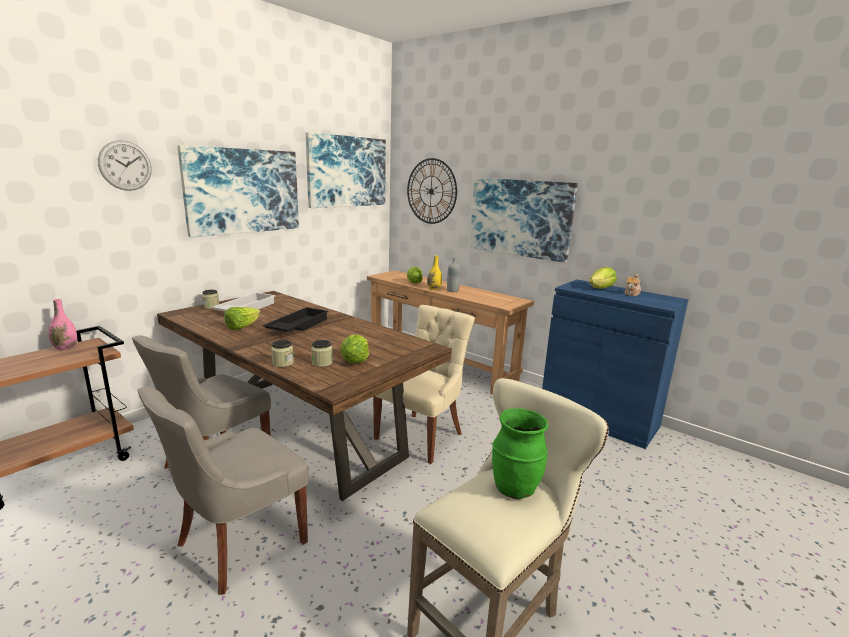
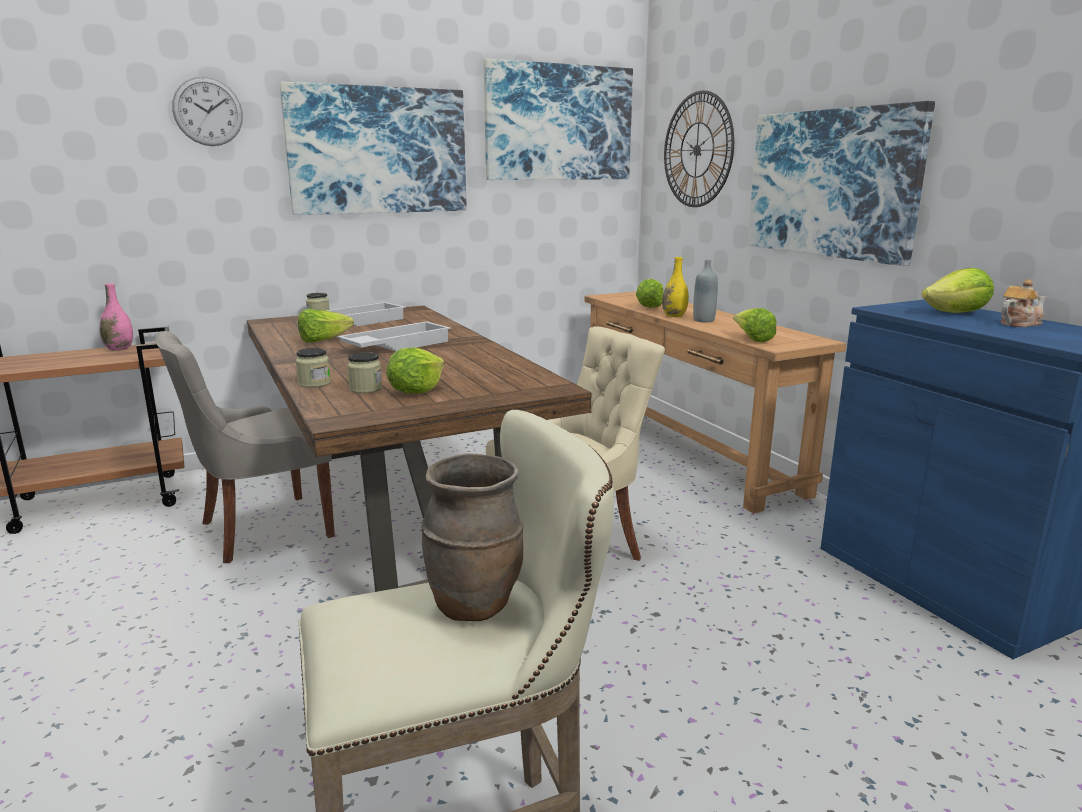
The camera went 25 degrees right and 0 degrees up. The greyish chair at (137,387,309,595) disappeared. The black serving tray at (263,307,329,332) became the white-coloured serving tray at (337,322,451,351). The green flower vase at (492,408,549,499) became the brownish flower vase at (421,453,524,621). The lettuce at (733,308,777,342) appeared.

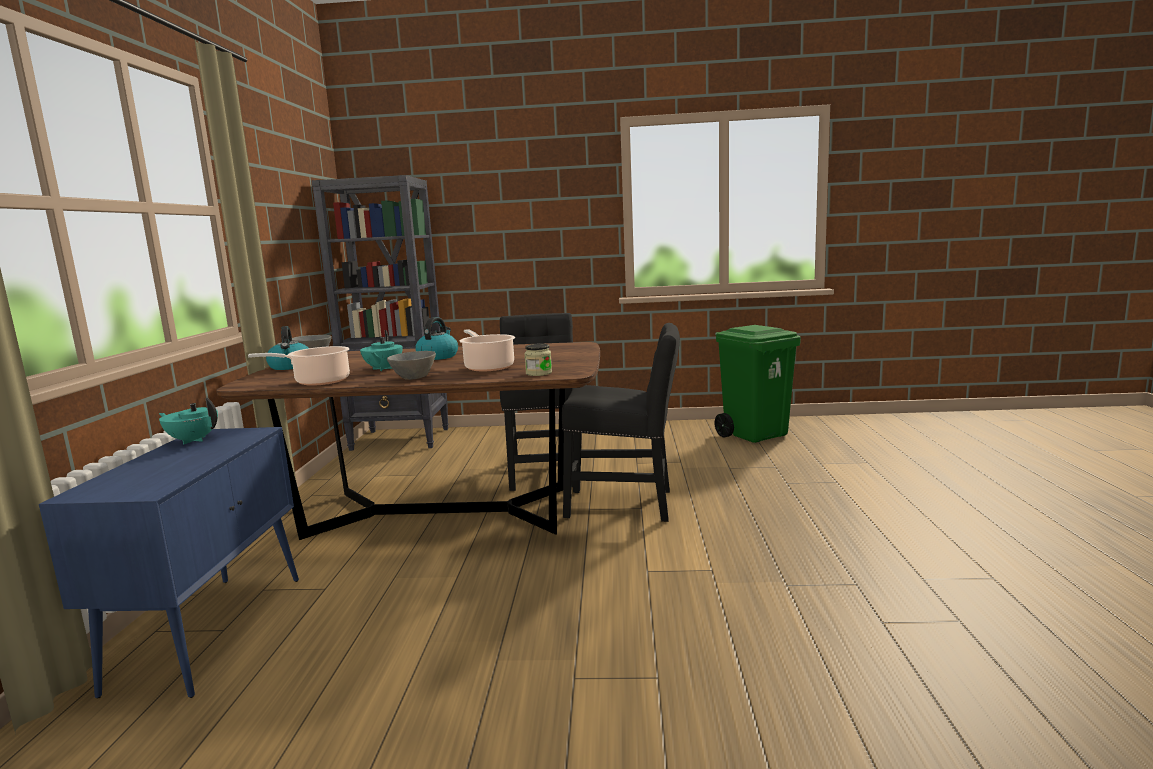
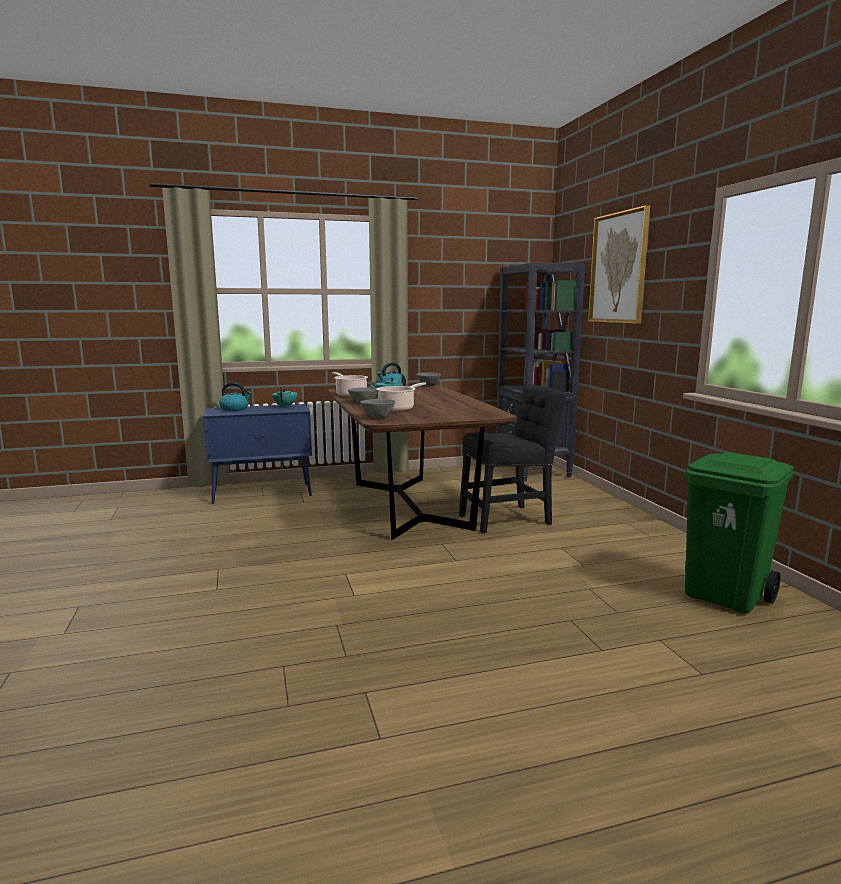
The camera went 70 degrees right and 0 degrees up. The tea kettle moved from (415,317,458,360) to (219,382,252,411). The jar at (524,344,552,376) was replaced by the greyish deep dish at (360,399,395,418). The black chair at (562,323,680,522) disappeared. The wall art at (588,205,650,324) appeared.

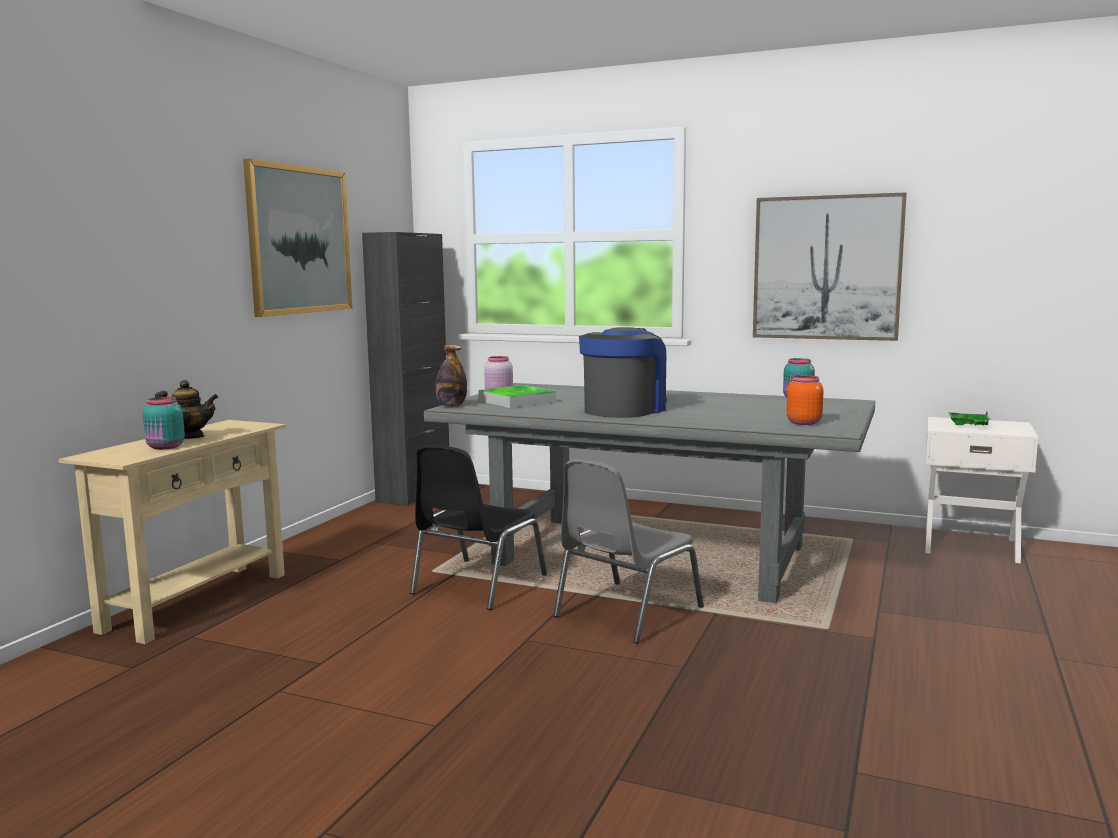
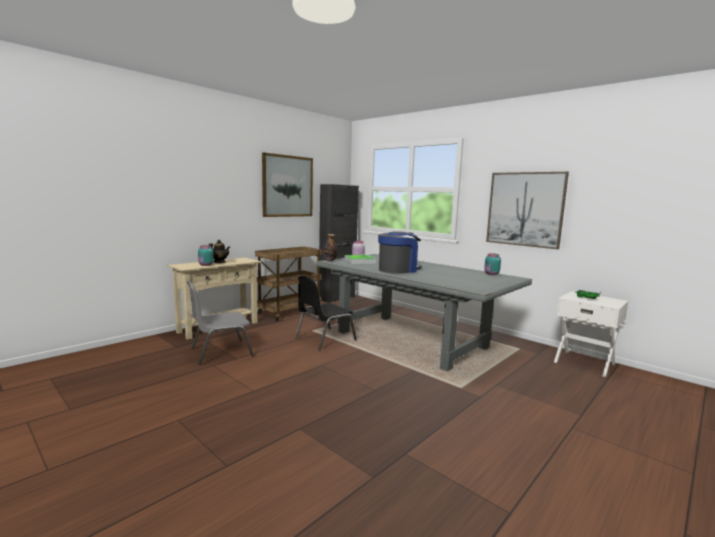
The camera went 20 degrees right and 0 degrees up. The greyish chair moved from (553,459,704,644) to (187,280,254,365). The orange jar at (787,375,823,425) disappeared. The brownish wheeled cart at (255,247,322,321) appeared.

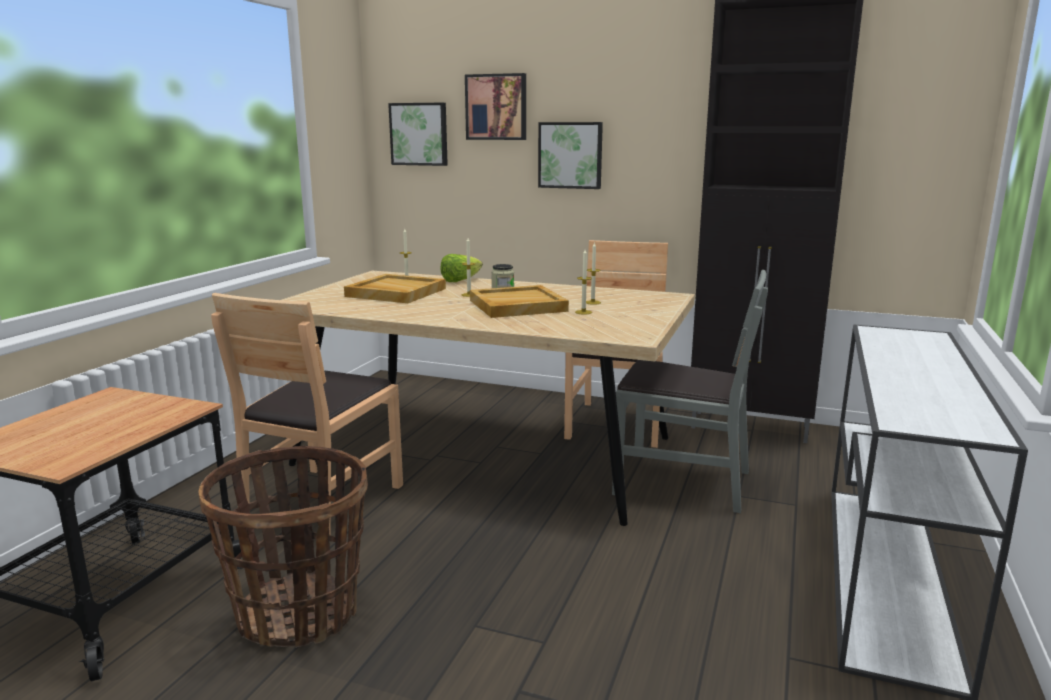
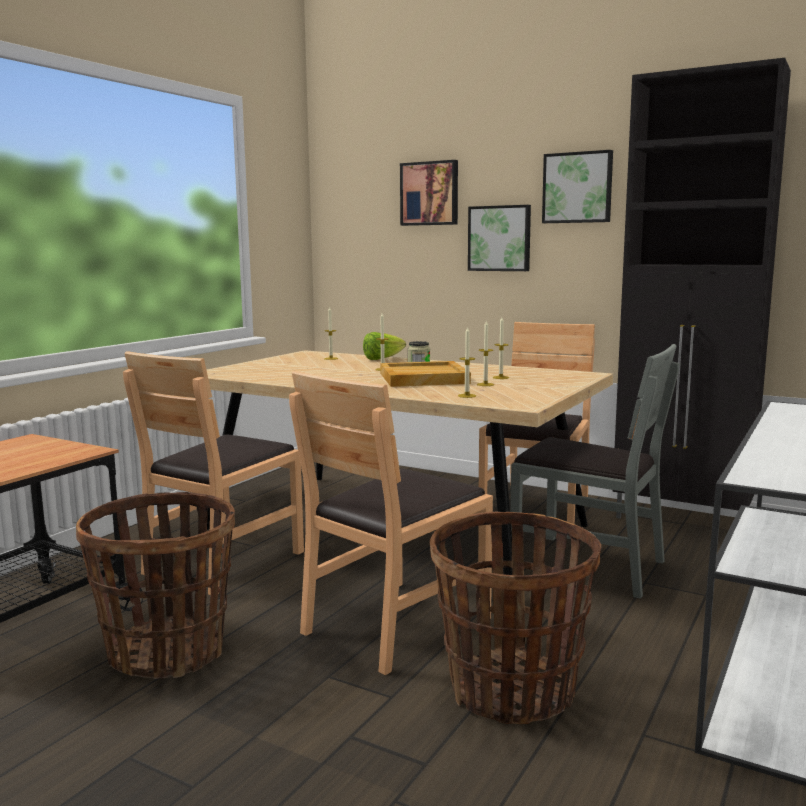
The camera went 10 degrees right and 5 degrees down. The beige-coloured serving tray at (344,274,446,303) disappeared. The wall art moved from (388,103,448,166) to (542,150,613,223). The brownish chair at (289,371,493,675) appeared. The storage basket at (430,512,601,724) appeared. The wax candle at (458,327,476,398) appeared.

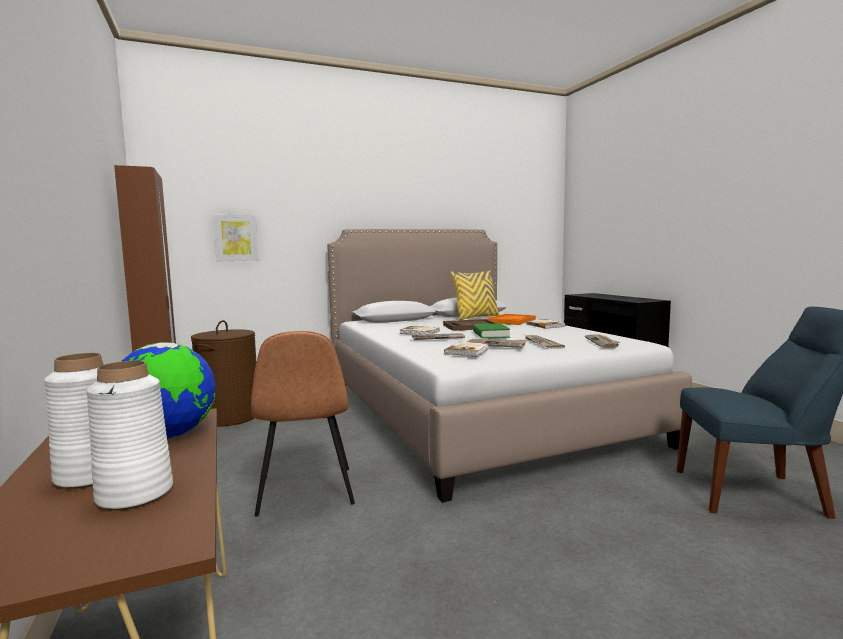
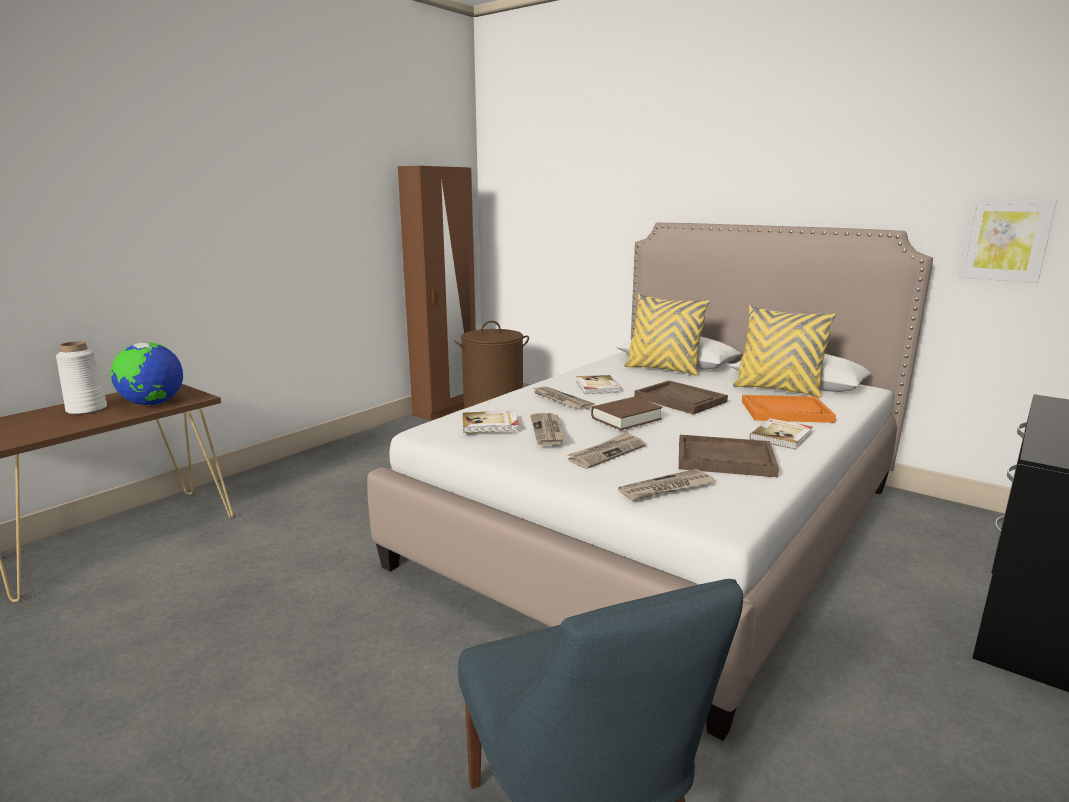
The camera went 60 degrees right and 10 degrees up. The white-coloured flower vase at (86,361,173,510) disappeared. The wall art moved from (213,214,258,261) to (958,199,1057,283). The brownish chair at (251,331,355,516) disappeared. The green book at (473,323,510,339) became the brownish book at (591,397,663,430). The yellowish throw pillow at (624,293,710,375) appeared. The brownish serving tray at (679,435,779,477) appeared.

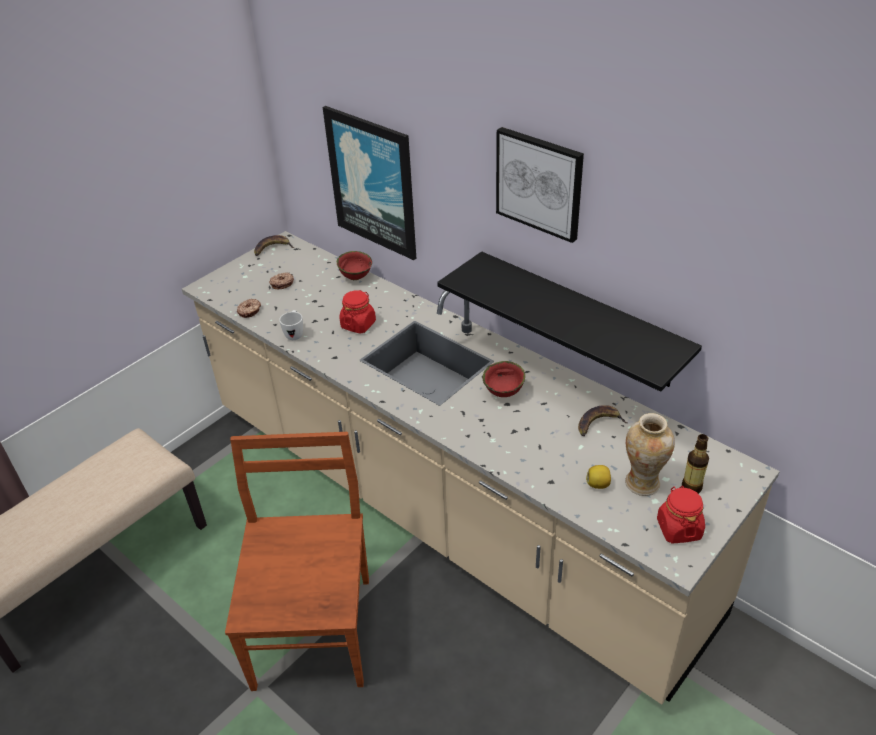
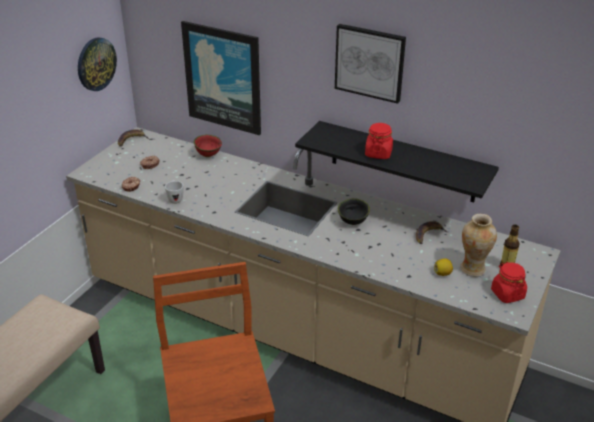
The camera went 15 degrees left and 5 degrees down. The red jar moved from (339,290,376,334) to (365,123,393,159). The red deep dish at (483,361,525,397) became the black deep dish at (338,198,370,225). The hanging clock at (78,37,117,91) appeared.

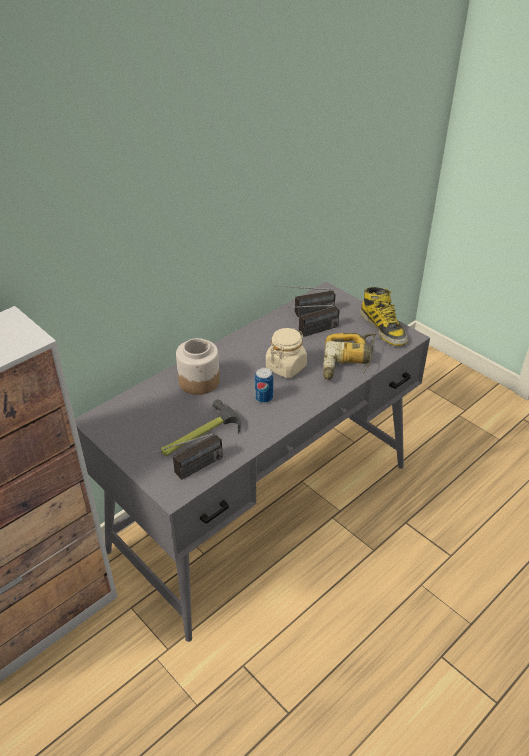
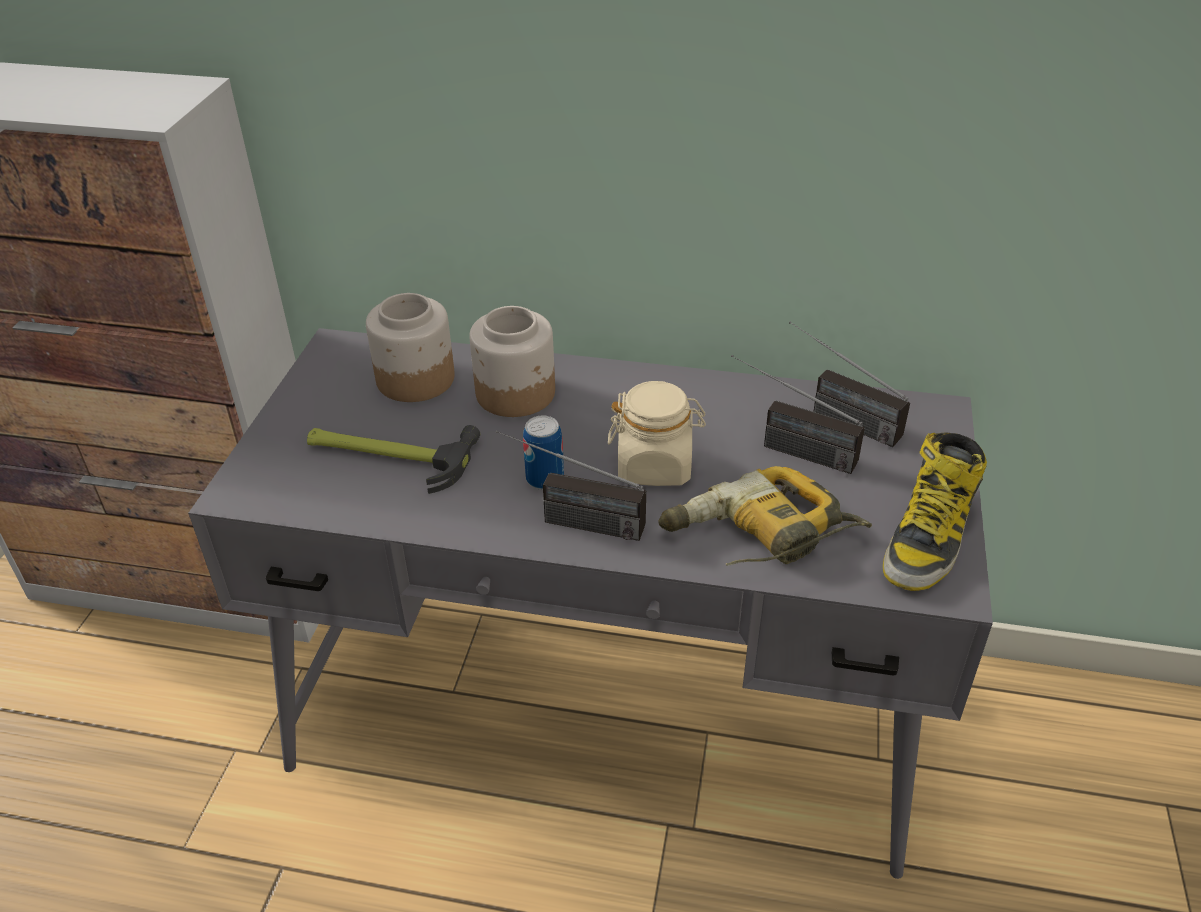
The camera went 55 degrees right and 0 degrees up. The radio receiver moved from (147,433,223,480) to (495,430,646,541). The jar at (366,293,455,402) appeared.

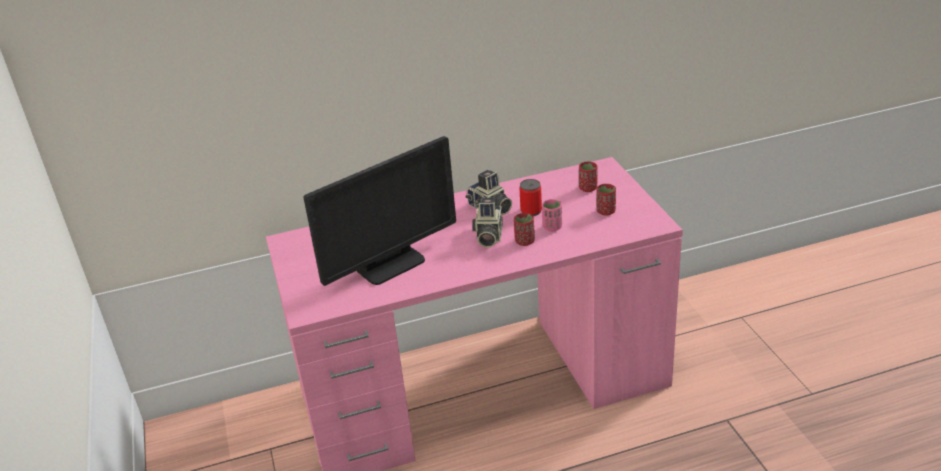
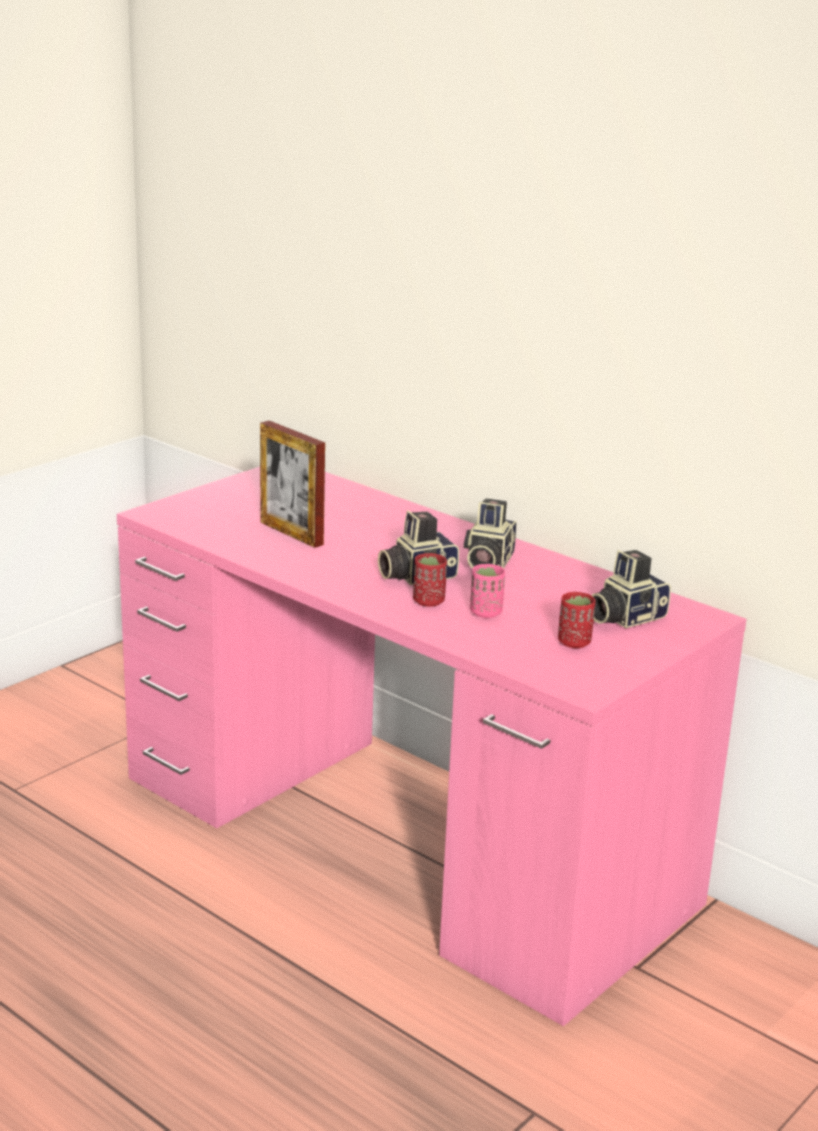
The camera went 55 degrees right and 10 degrees down. The computer display at (303,136,456,286) was replaced by the standing frame at (260,421,325,548). The metal can at (519,179,542,216) disappeared. The red small cup at (579,161,598,192) was replaced by the photo camera at (591,550,671,628).

